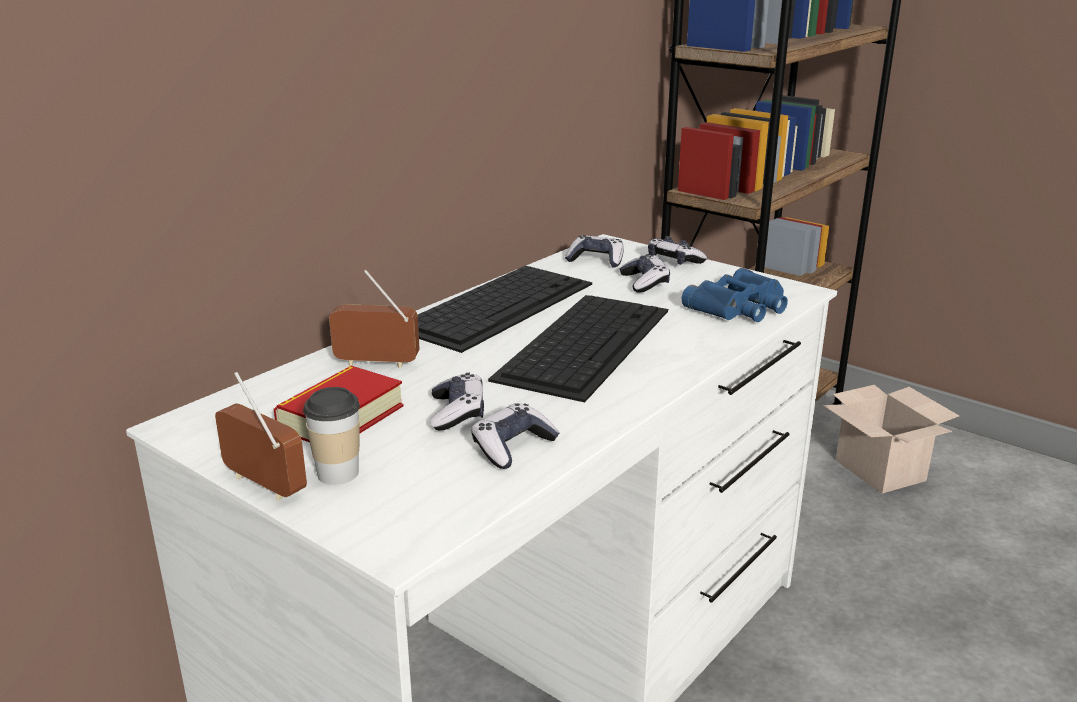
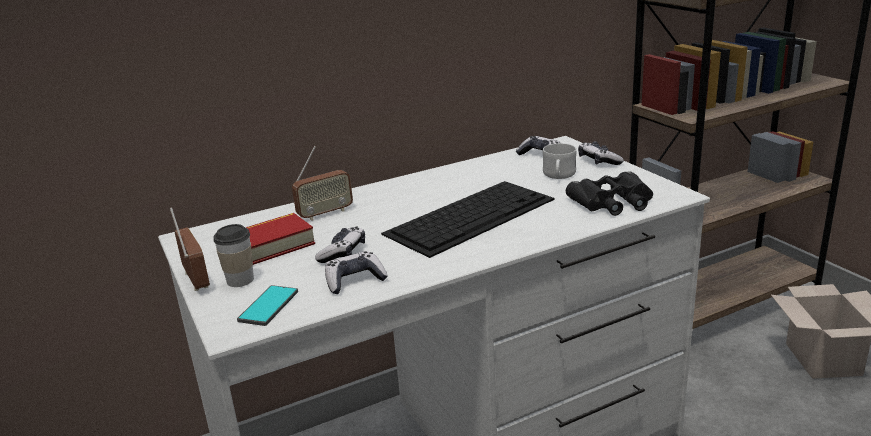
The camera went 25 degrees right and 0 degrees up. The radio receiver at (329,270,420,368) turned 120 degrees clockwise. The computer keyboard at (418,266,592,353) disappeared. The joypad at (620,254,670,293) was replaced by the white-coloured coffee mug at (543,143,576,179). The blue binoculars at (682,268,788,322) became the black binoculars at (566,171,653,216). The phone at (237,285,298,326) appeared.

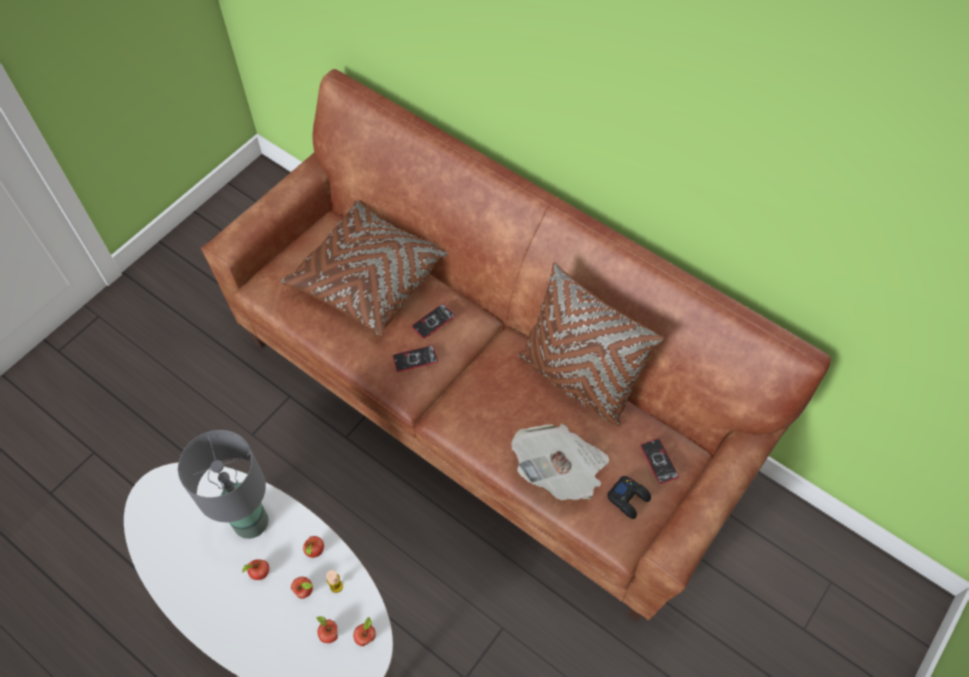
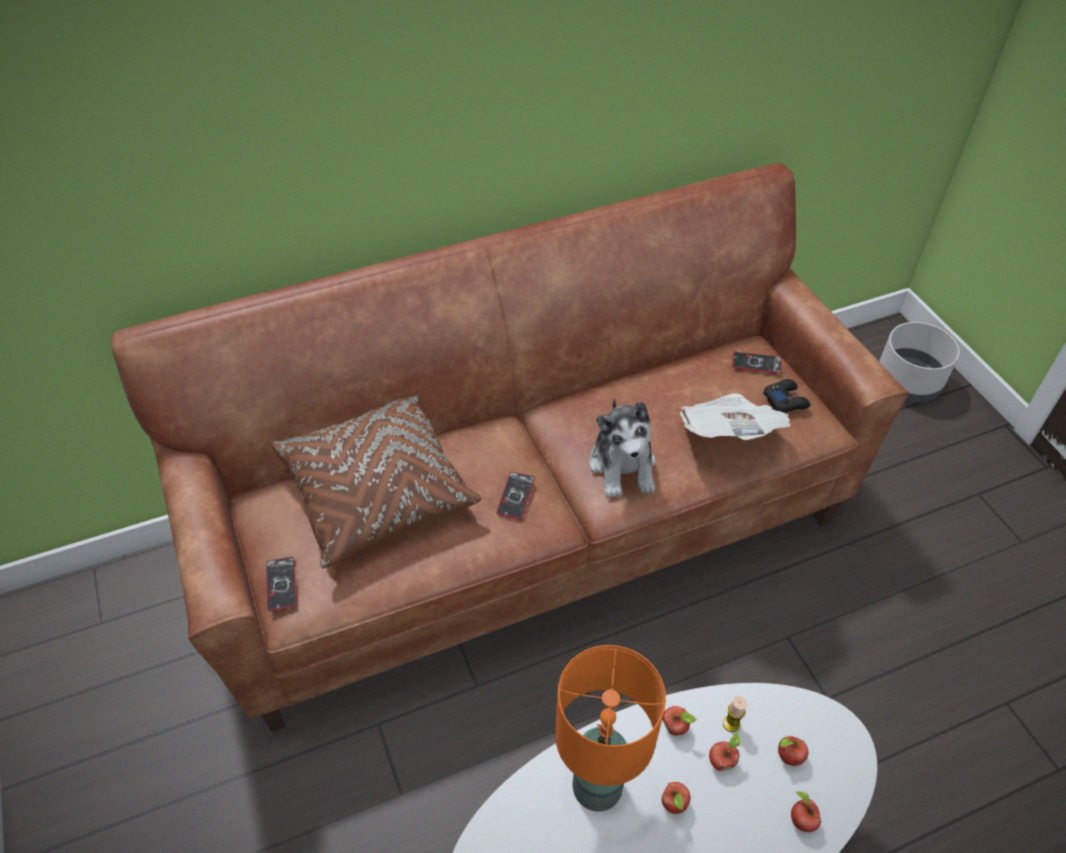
The camera went 60 degrees left and 10 degrees down. The greyish lamp for a table at (178,430,268,539) became the orange lamp for a table at (555,645,666,812). The apple fruit moved from (353,617,376,646) to (791,792,821,832). The phone moved from (412,304,455,339) to (266,557,297,611). The brownish throw pillow at (518,262,663,427) disappeared. The plush toy at (589,397,656,498) appeared. The greyish plant pot at (879,322,960,403) appeared.

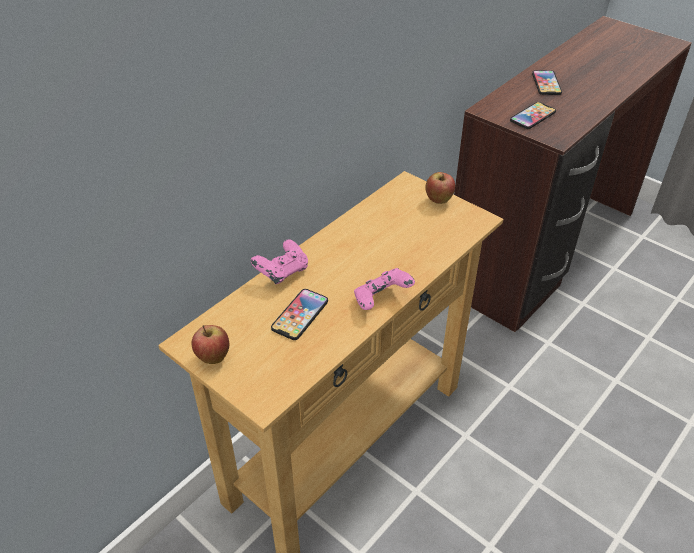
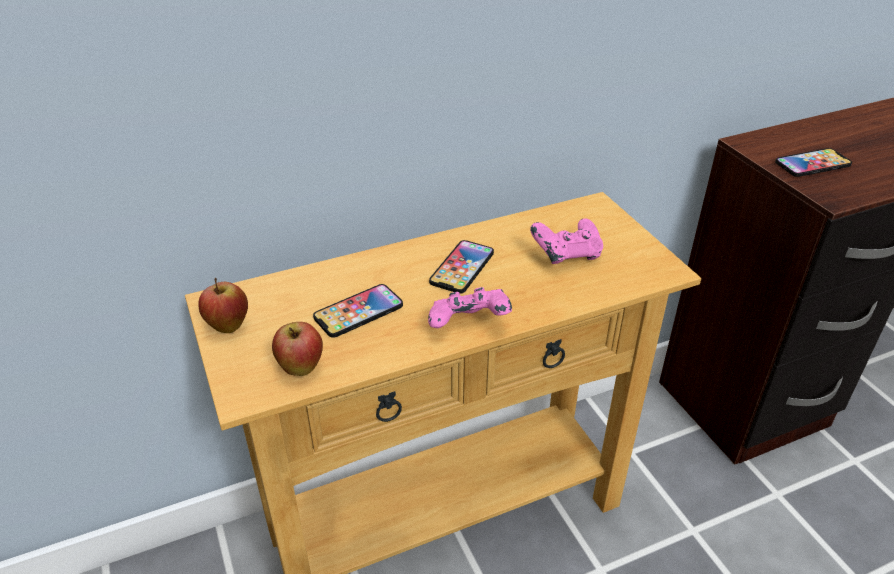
The camera went 25 degrees right and 5 degrees down. The pinkish joypad moved from (251,239,308,284) to (530,218,603,264). The apple fruit moved from (425,172,455,204) to (272,322,323,376). The phone moved from (532,70,562,95) to (429,240,494,294).

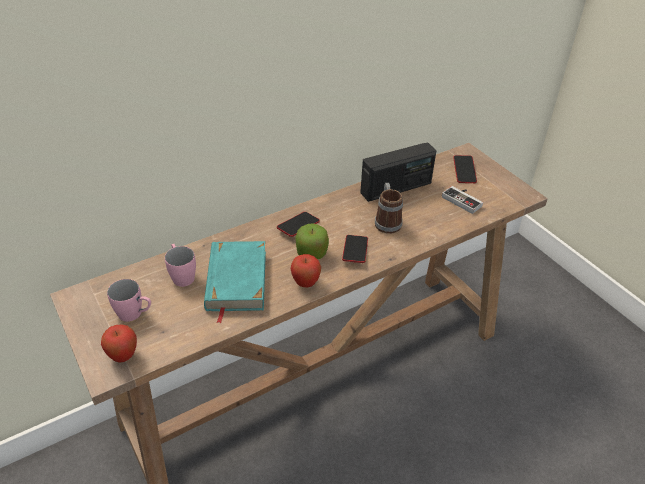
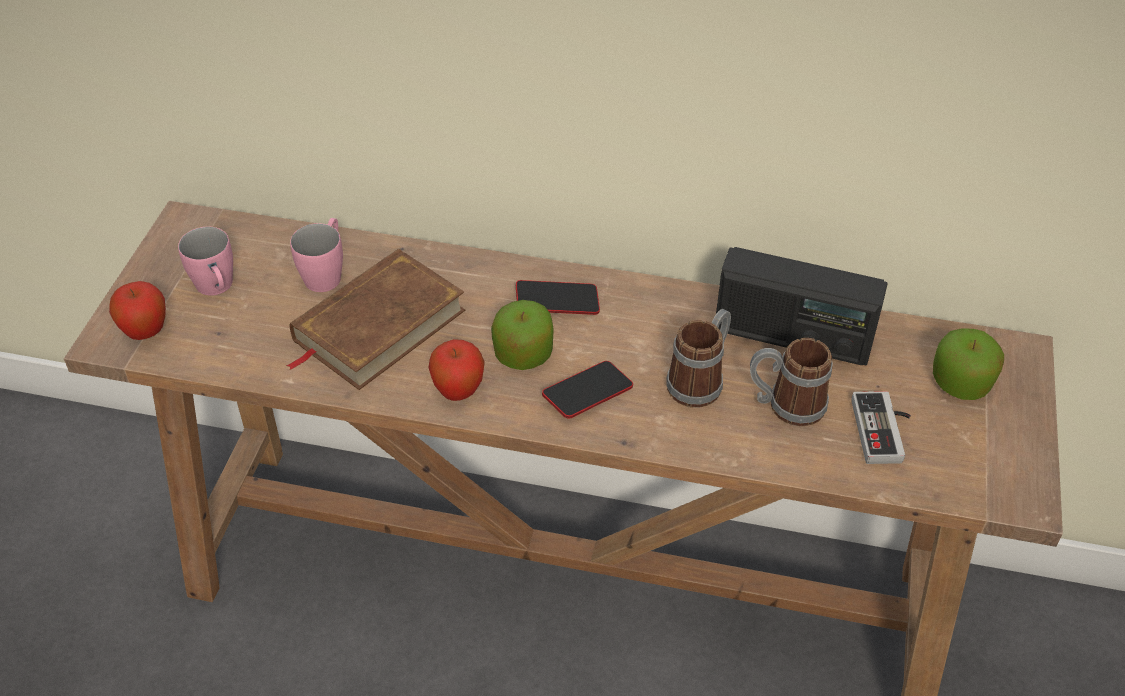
The camera went 45 degrees right and 5 degrees up. The blue-green book at (204,241,266,324) became the brownish book at (286,249,465,390). The phone at (453,155,477,183) was replaced by the apple fruit at (933,328,1004,400). The coffee mug at (750,338,833,426) appeared.

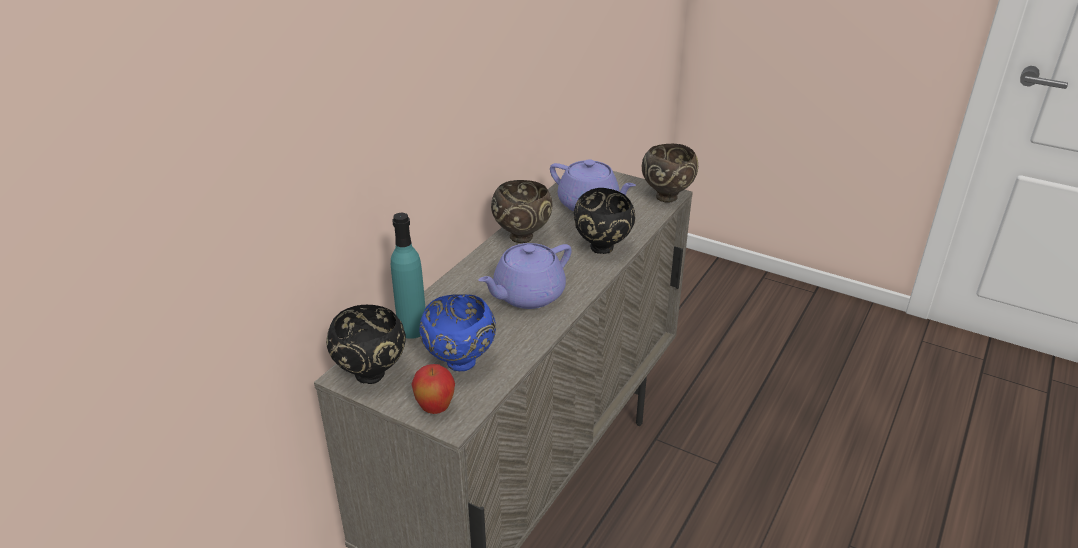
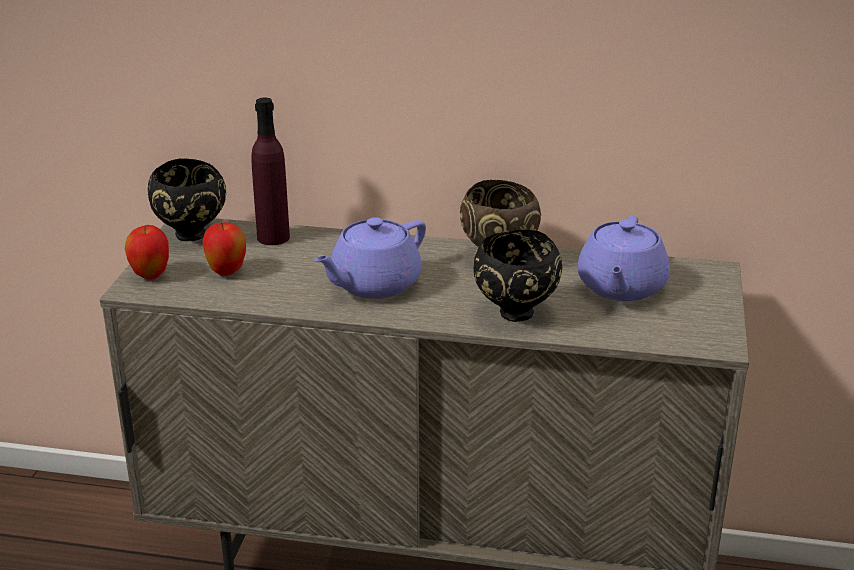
The camera went 70 degrees right and 5 degrees down. The blue-green drink bottle at (391,213,425,339) became the purple-coloured drink bottle at (251,98,290,245). The blue deep dish at (419,294,496,371) was replaced by the apple fruit at (202,222,246,276). The purple-coloured teapot at (478,243,572,309) turned 75 degrees counterclockwise. The brownish deep dish at (642,144,698,203) disappeared.

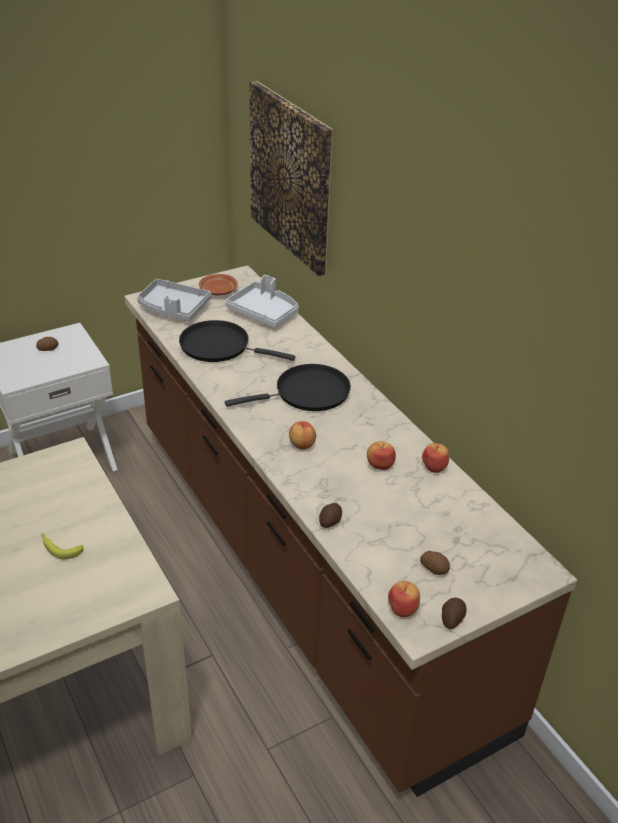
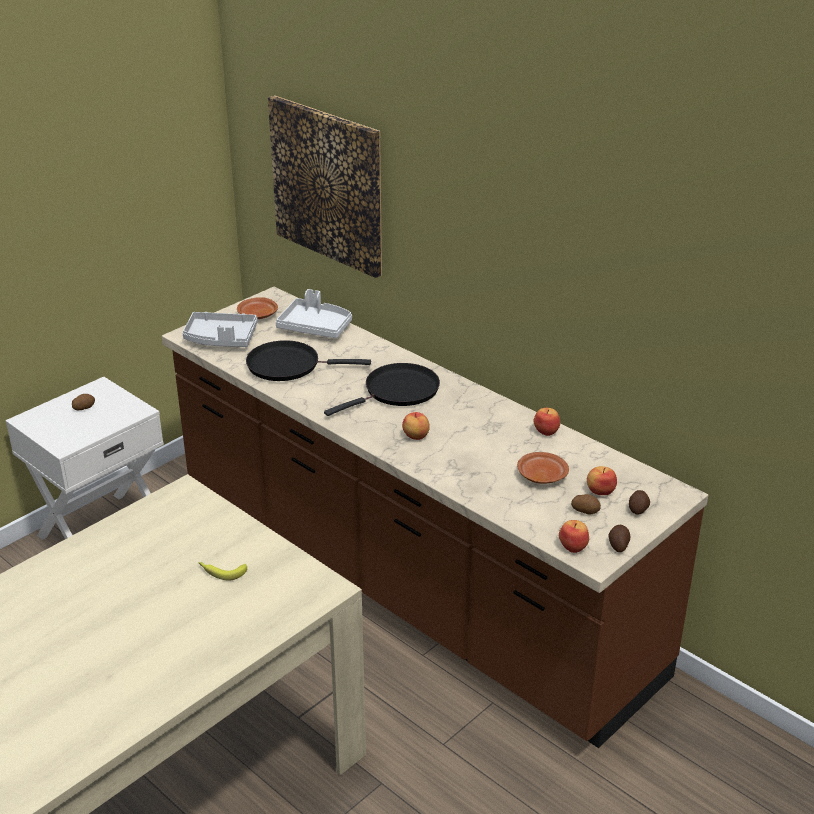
The camera went 15 degrees left and 5 degrees down. The whole potato moved from (319,503,342,528) to (629,490,650,514). The apple fruit moved from (367,441,396,470) to (587,466,617,495). The brownish dinner plate at (517,452,569,484) appeared.

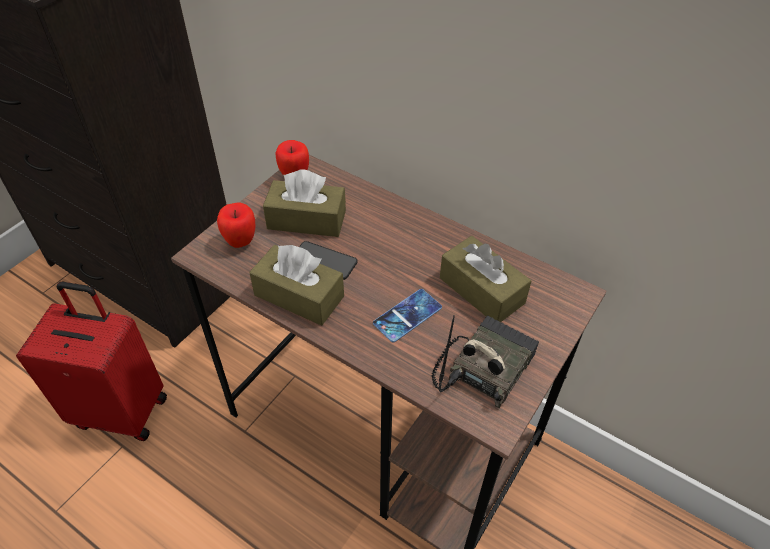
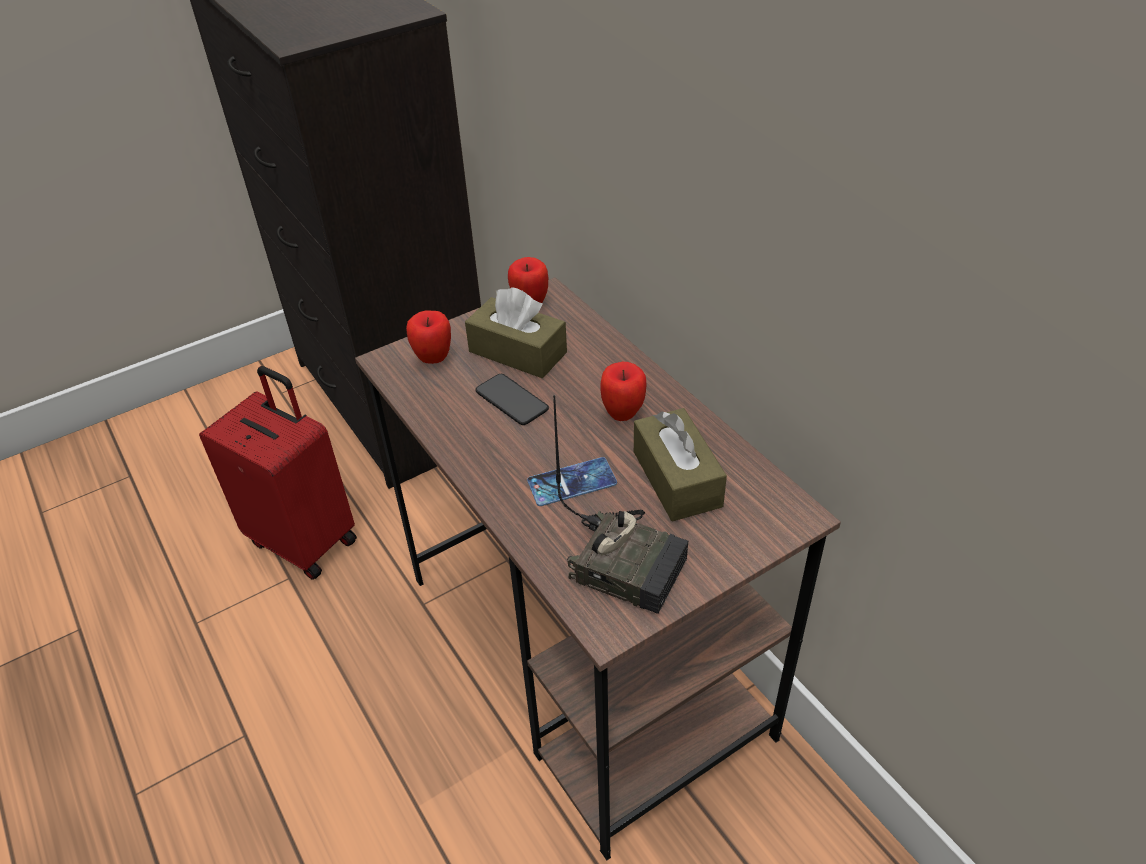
The camera went 25 degrees right and 5 degrees down. The brownish box of tissues at (249,245,344,325) disappeared. The radio receiver at (432,315,539,409) turned 60 degrees clockwise. The apple fruit at (600,362,647,421) appeared.

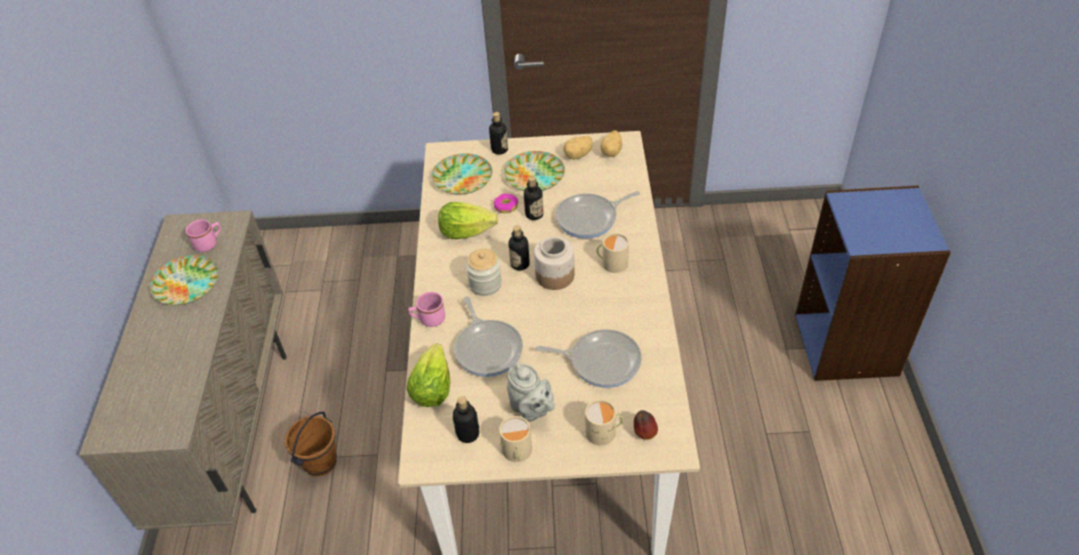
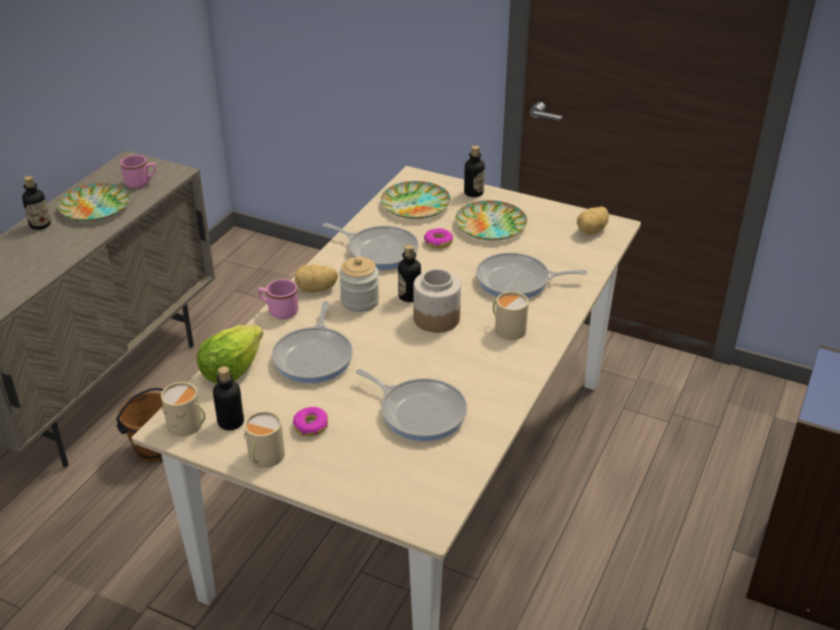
The camera went 25 degrees right and 10 degrees down. The lettuce at (438,202,498,239) was replaced by the pan at (323,223,419,270). The greyish teapot at (507,364,555,422) was replaced by the doughnut at (293,407,328,436). The drink bottle moved from (524,176,543,220) to (22,176,51,230). The whole potato moved from (563,136,593,159) to (295,264,338,292). The beige-coloured coffee mug moved from (585,400,623,445) to (161,382,205,437). The apple fruit at (634,410,658,440) disappeared.

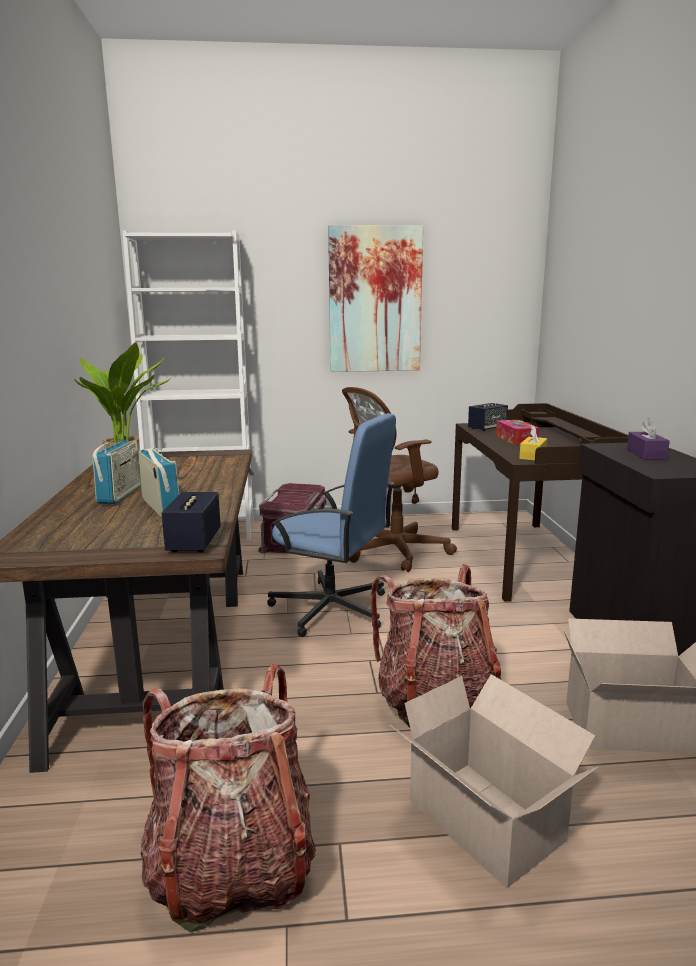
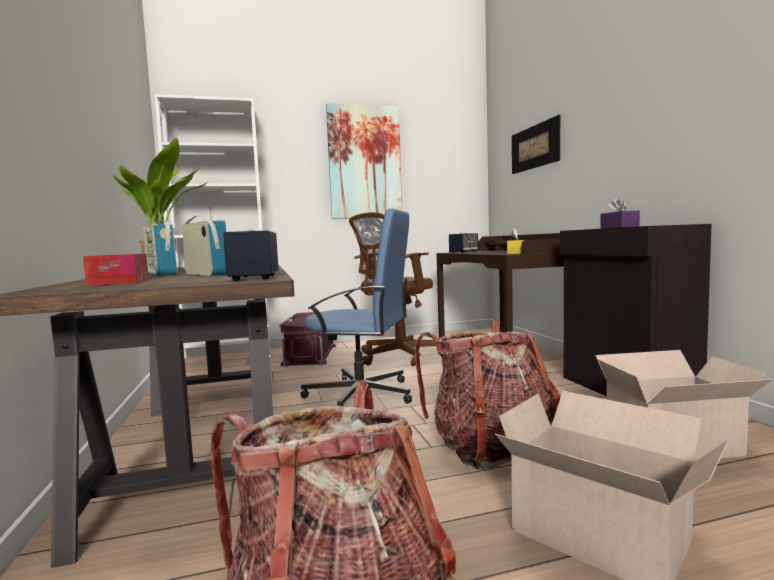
The camera went 10 degrees left and 10 degrees down. The radio receiver at (92,439,141,504) turned 150 degrees clockwise. The box of tissues moved from (496,420,539,445) to (83,253,149,286). The wall art at (512,115,560,174) appeared.

